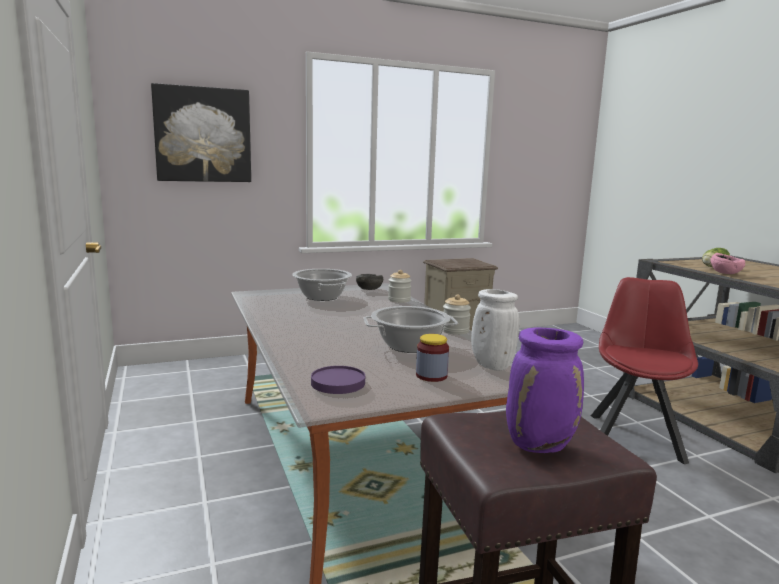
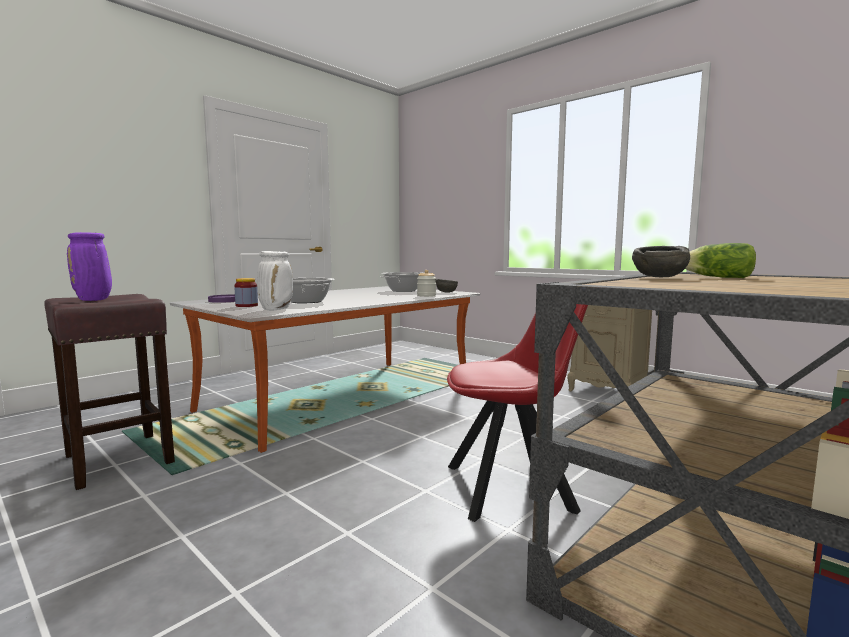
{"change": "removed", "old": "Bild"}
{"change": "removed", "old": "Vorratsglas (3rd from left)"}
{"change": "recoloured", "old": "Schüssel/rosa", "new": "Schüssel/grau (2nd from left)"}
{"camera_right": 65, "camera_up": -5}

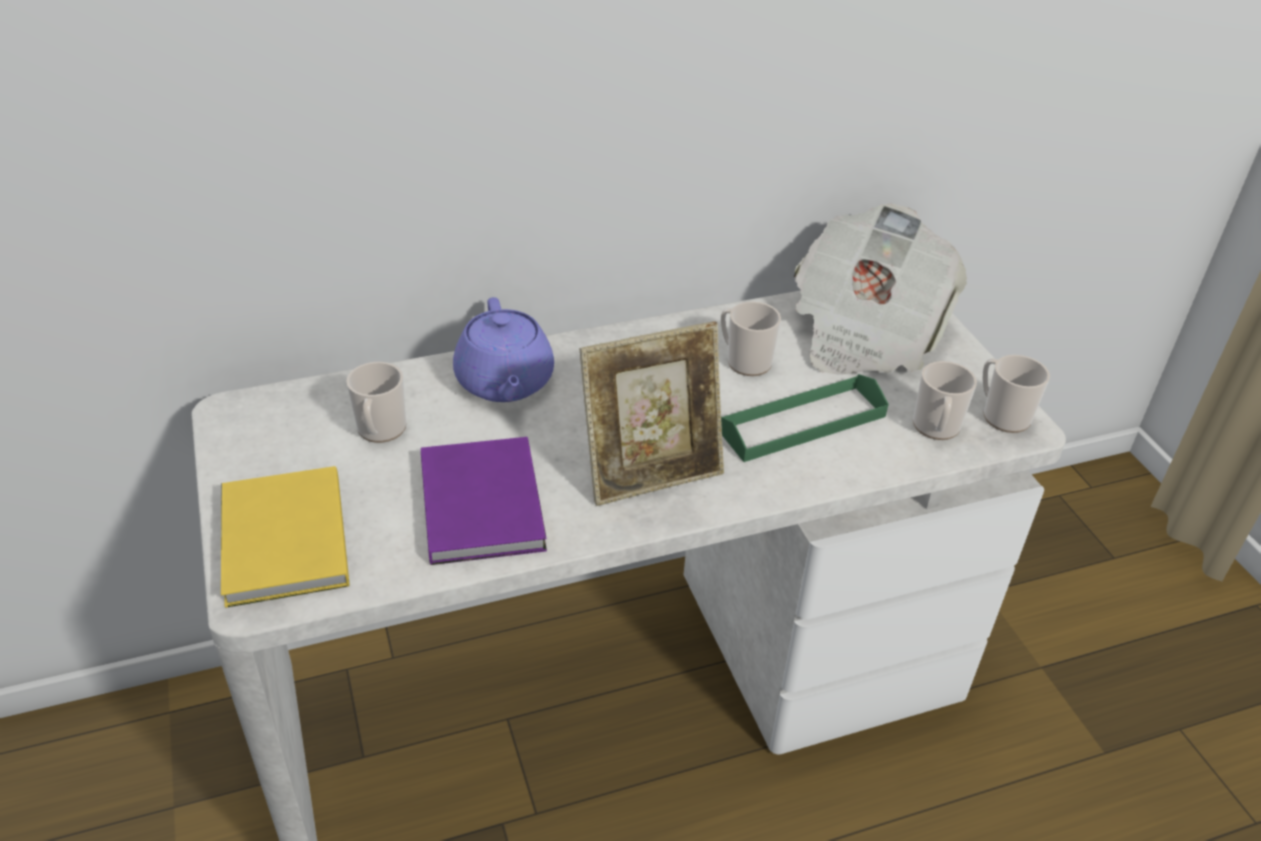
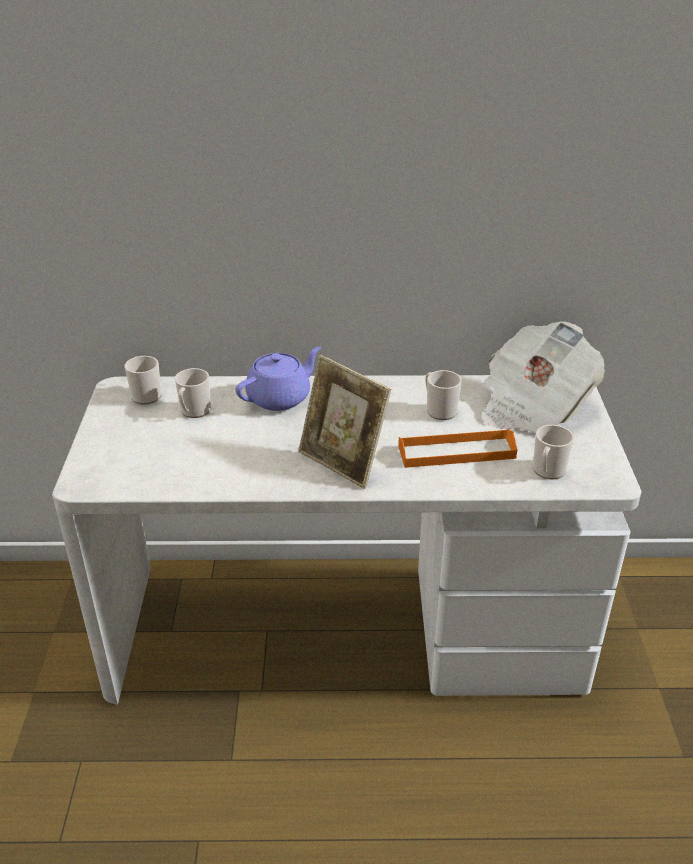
{"change": "removed", "old": "Buch/gelb"}
{"change": "removed", "old": "Buch/lila"}
{"change": "moved", "old": "Henkelbecher (4th from left in the first image)", "new": "Henkelbecher (1st from left)"}
{"change": "recoloured", "old": "Tablett/grün", "new": "Tablett/orange"}
{"change": "turned", "old": "Teekanne/lila", "degrees": -135}
{"change": "turned", "old": "Bilderrahmen", "degrees": 45}
{"camera_right": 20, "camera_up": -5}

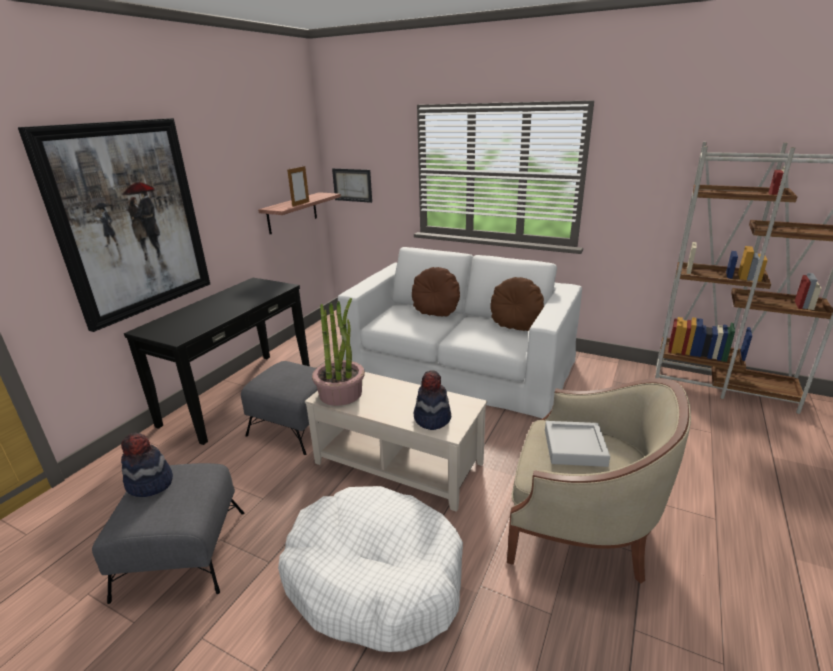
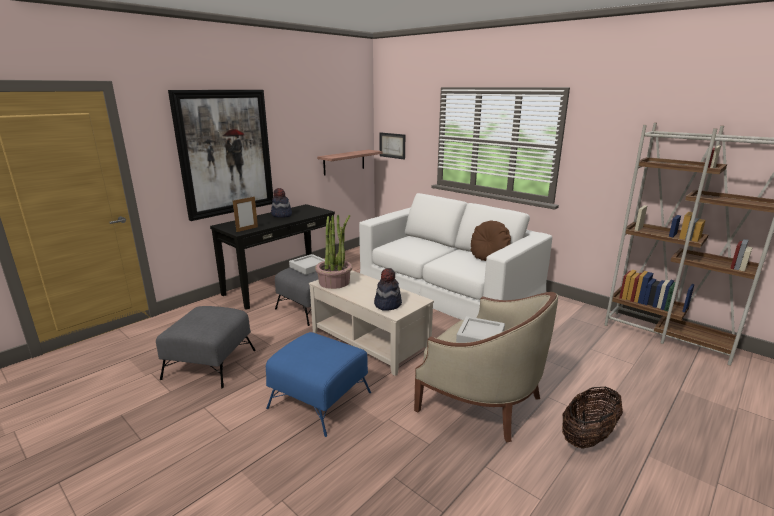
{"change": "removed", "old": "Kissen/braun (1st from left)"}
{"change": "added", "new": "Tablett/grau (1st from left)"}
{"change": "added", "new": "Korb"}
{"change": "moved", "old": "Hut (1st from left)"}
{"change": "moved", "old": "Bilderrahmen"}
{"change": "replaced", "old": "Hundebett/weiß", "new": "Polsterhocker/blau"}
{"camera_right": 15, "camera_up": -5}

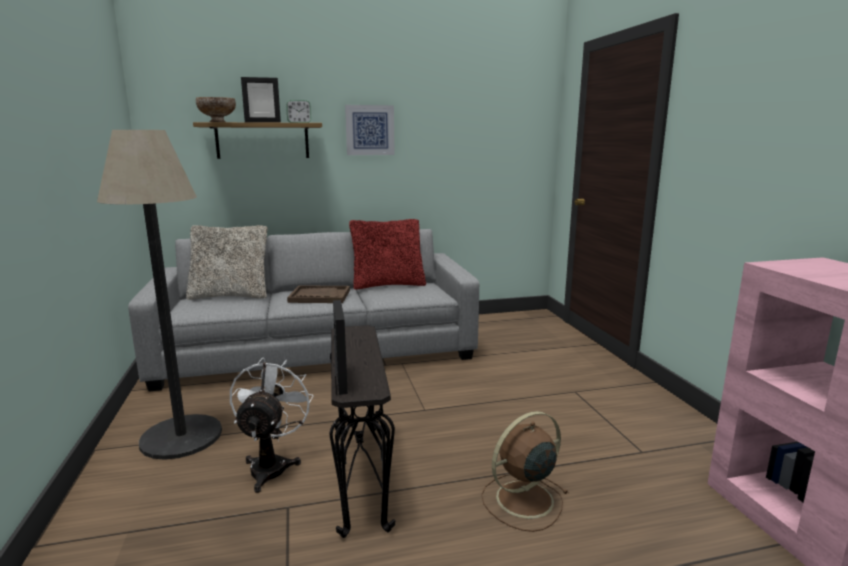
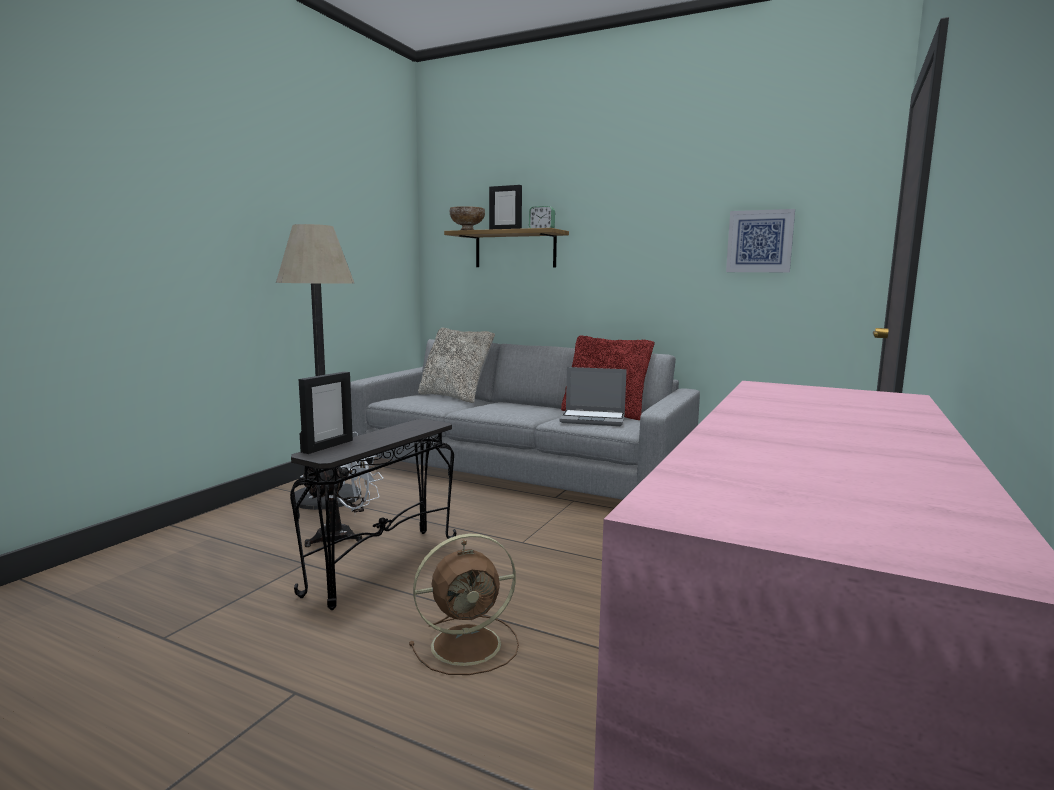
{"change": "removed", "old": "Tablett/braun"}
{"change": "added", "new": "Laptop"}
{"change": "moved", "old": "Bild"}
{"change": "turned", "old": "Ventilator/braun", "degrees": 150}
{"camera_right": 40, "camera_up": -5}

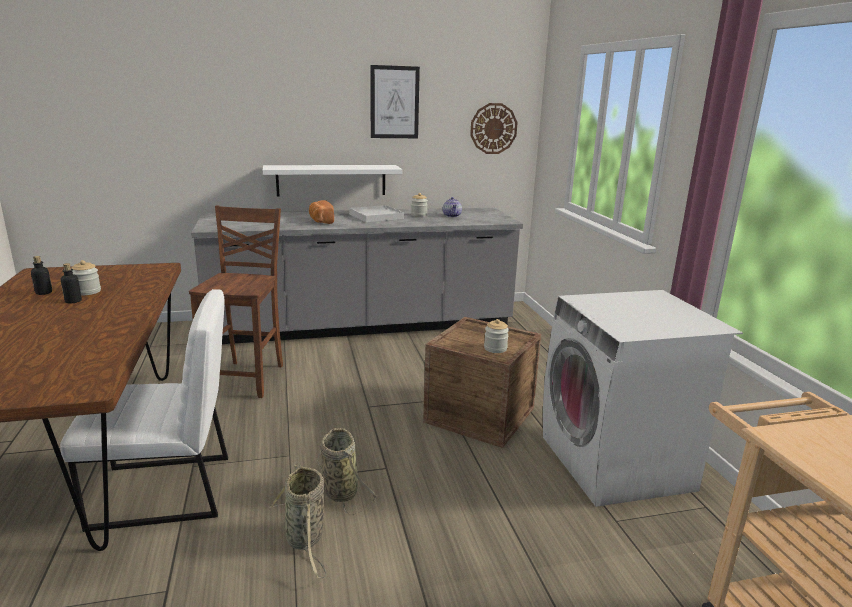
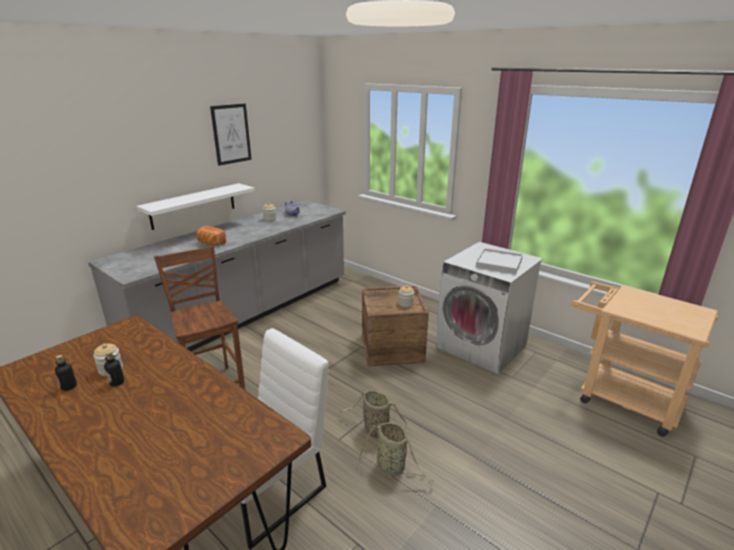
{"change": "removed", "old": "Wanduhr"}
{"change": "moved", "old": "Tablett/weiß"}
{"camera_right": -35, "camera_up": 5}

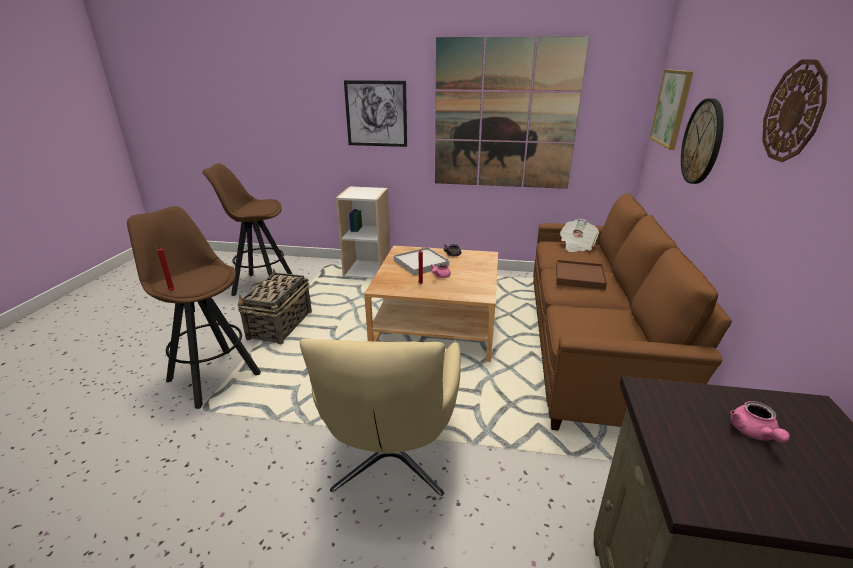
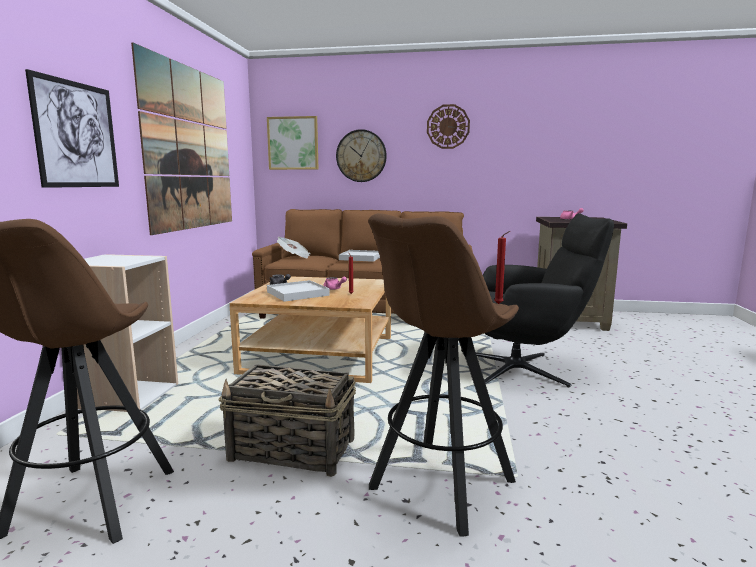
{"change": "recoloured", "old": "Sessel/beige", "new": "Sessel/schwarz"}
{"change": "recoloured", "old": "Tablett/braun", "new": "Tablett/weiß (2nd from left)"}
{"camera_right": -90, "camera_up": -15}

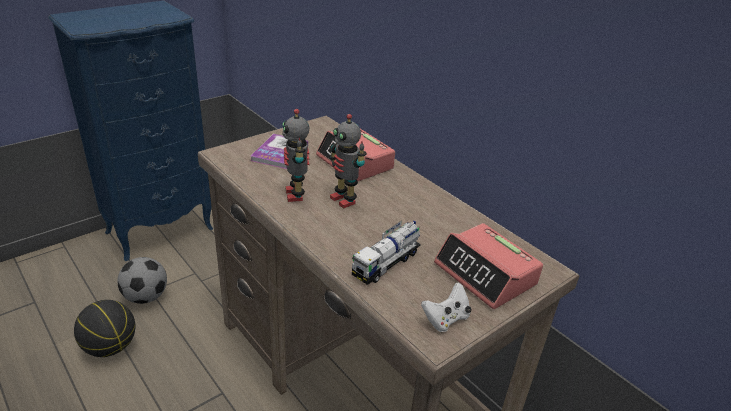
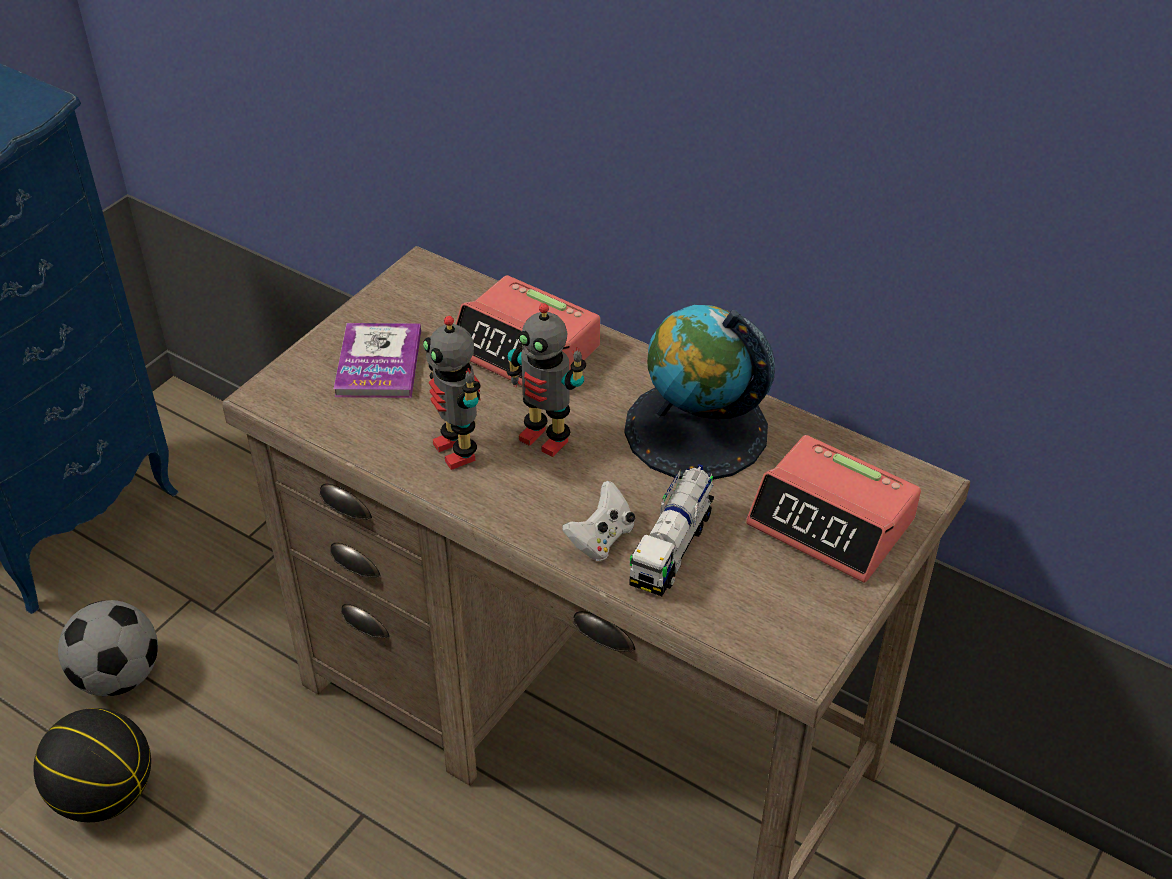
{"change": "added", "new": "Globus"}
{"change": "moved", "old": "Gamepad/weiß"}
{"camera_right": -15, "camera_up": 10}

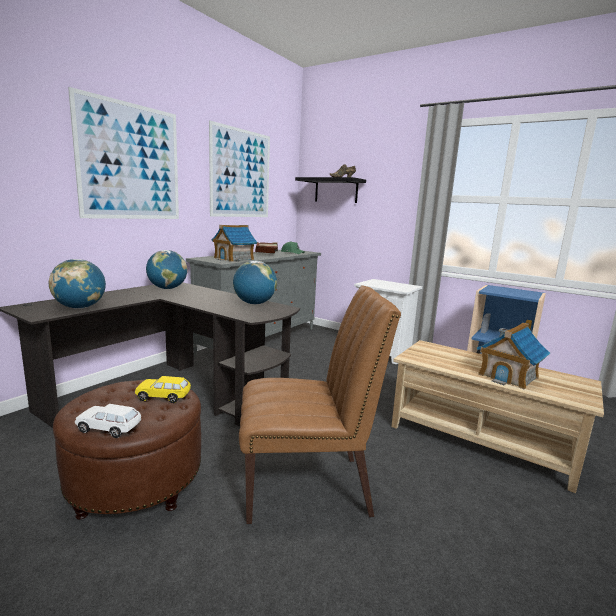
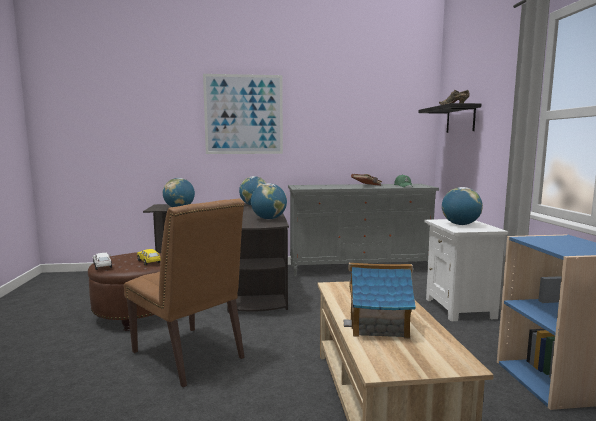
{"change": "removed", "old": "Bild (2nd from left)"}
{"change": "removed", "old": "Spielzeughaus (1st from left)"}
{"change": "added", "new": "Globus (4th from left)"}
{"camera_right": 50, "camera_up": -5}

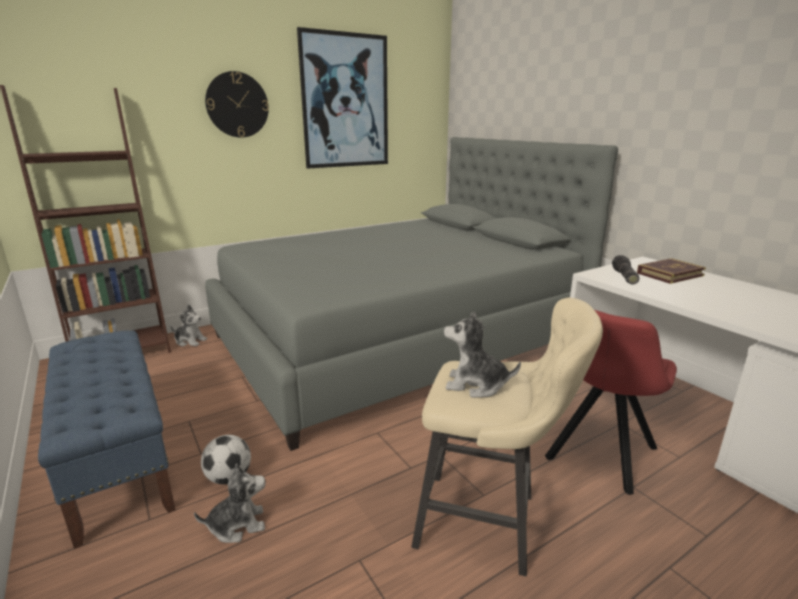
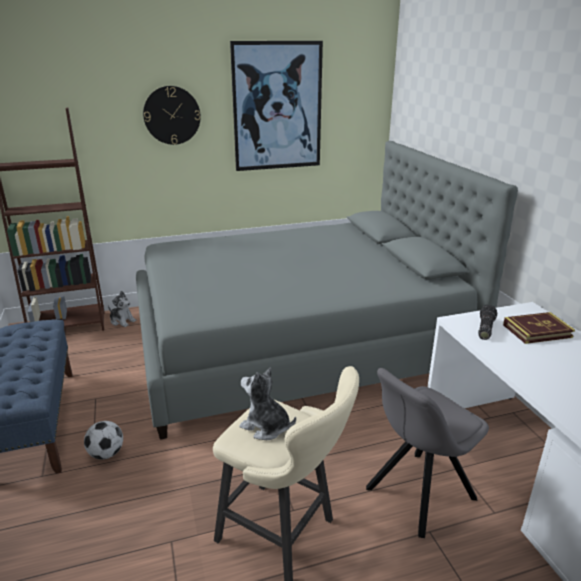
{"change": "removed", "old": "Plüschtier (2nd from left)"}
{"change": "recoloured", "old": "Stuhl/rot", "new": "Stuhl/grau"}
{"camera_right": 15, "camera_up": 5}

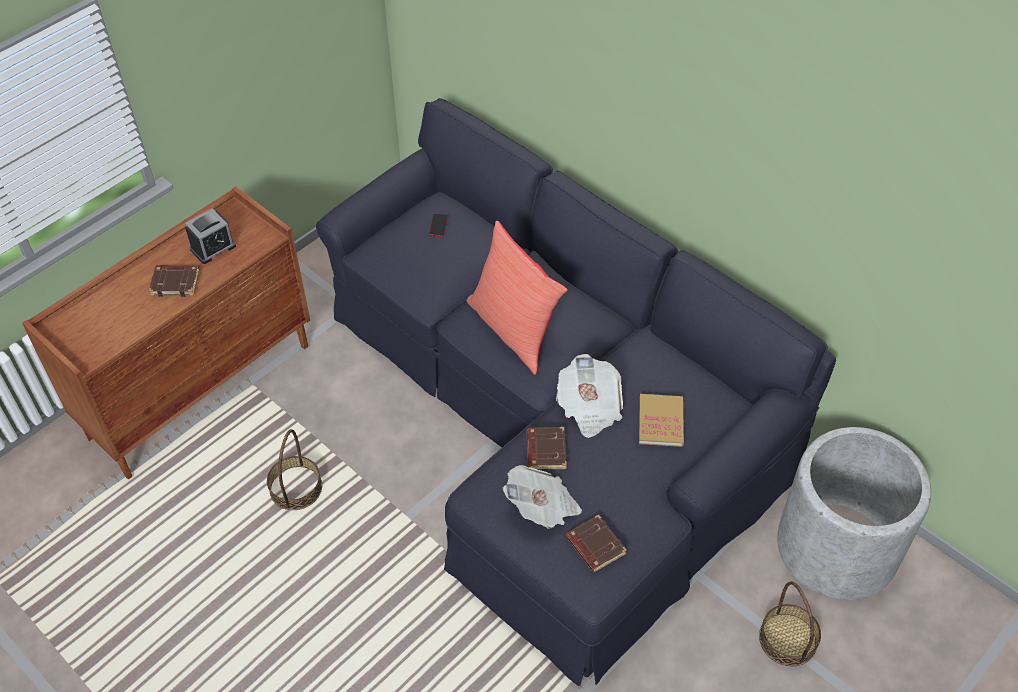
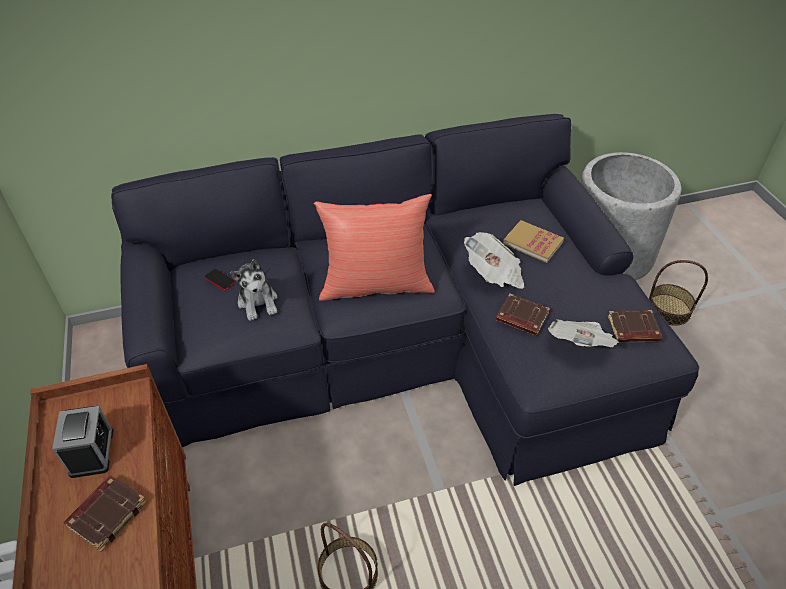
{"change": "added", "new": "Plüschtier"}
{"camera_right": -60, "camera_up": -5}

